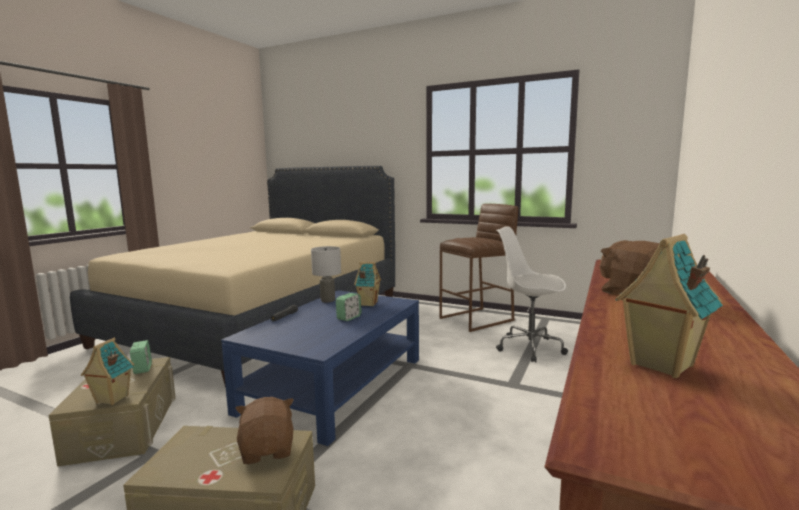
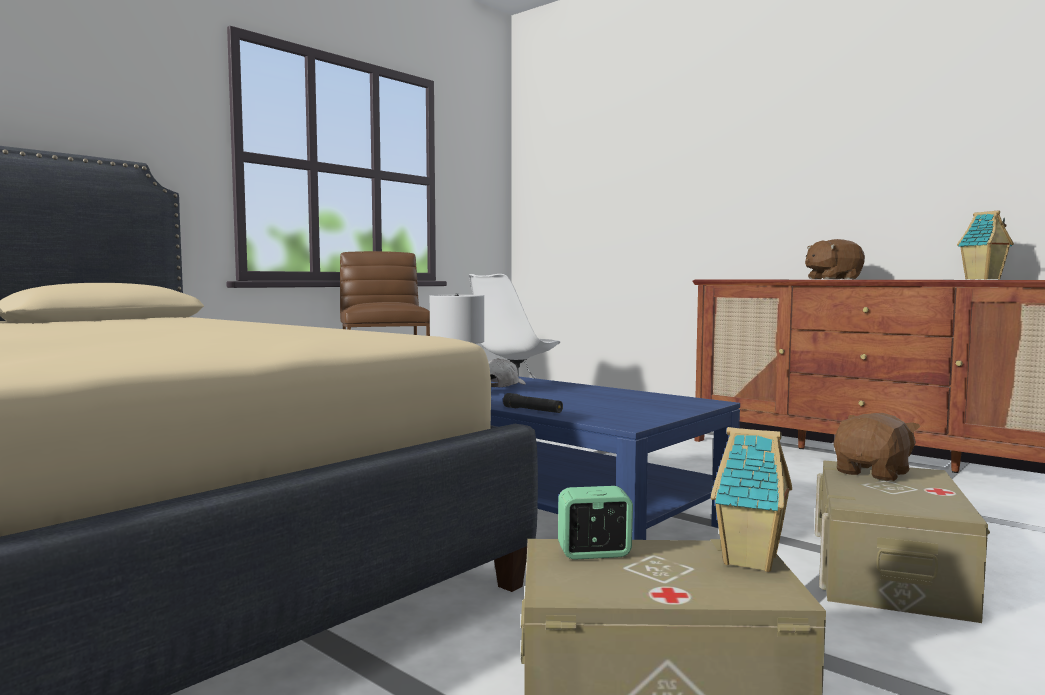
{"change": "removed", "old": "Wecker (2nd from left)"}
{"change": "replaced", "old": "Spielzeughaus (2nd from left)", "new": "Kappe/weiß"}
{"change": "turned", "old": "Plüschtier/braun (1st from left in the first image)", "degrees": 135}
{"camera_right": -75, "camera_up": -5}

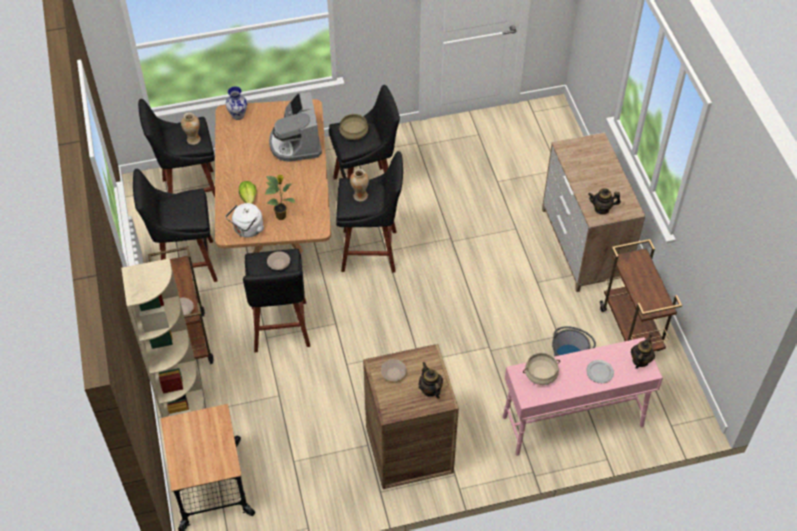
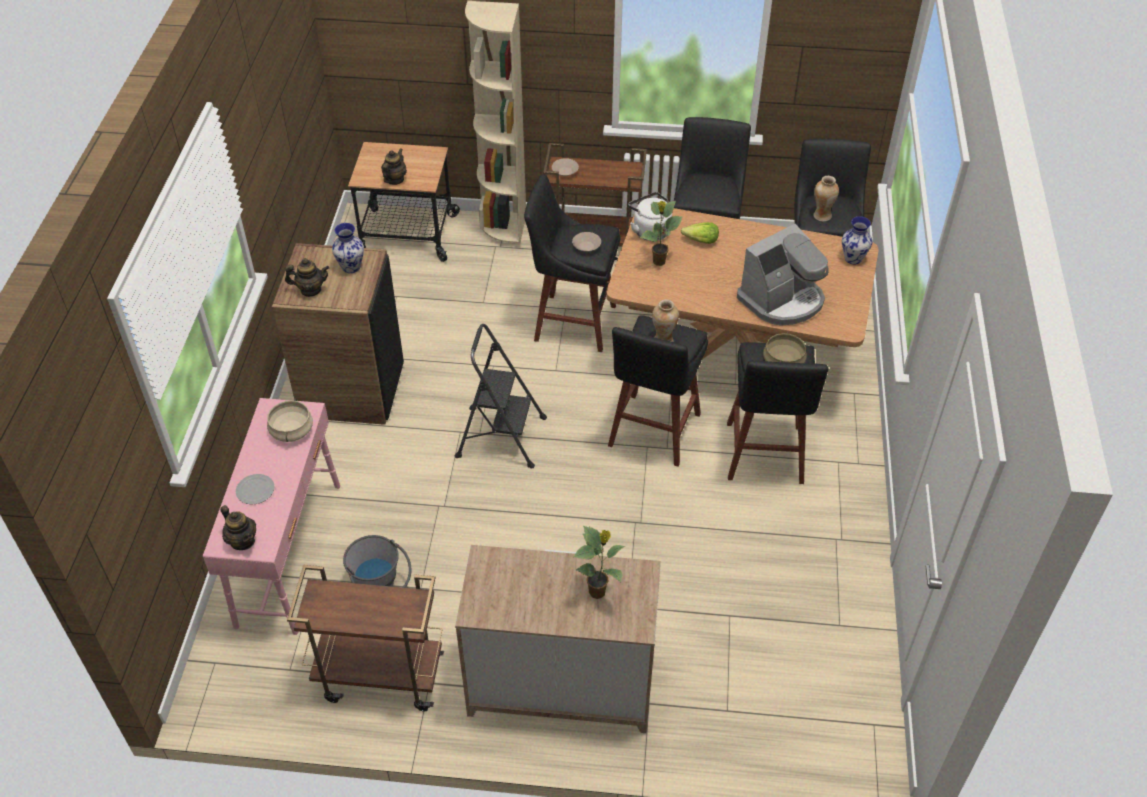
{"change": "added", "new": "Trittleiter/schwarz"}
{"change": "added", "new": "Topfpflanze (1st from left)"}
{"change": "moved", "old": "Teekanne (2nd from left in the first image)", "new": "Teekanne (3rd from left)"}
{"change": "replaced", "old": "Schüssel/beige (3rd from left)", "new": "Vase (1st from left)"}
{"change": "turned", "old": "Kaffeemaschine", "degrees": 135}
{"camera_right": 110, "camera_up": -5}

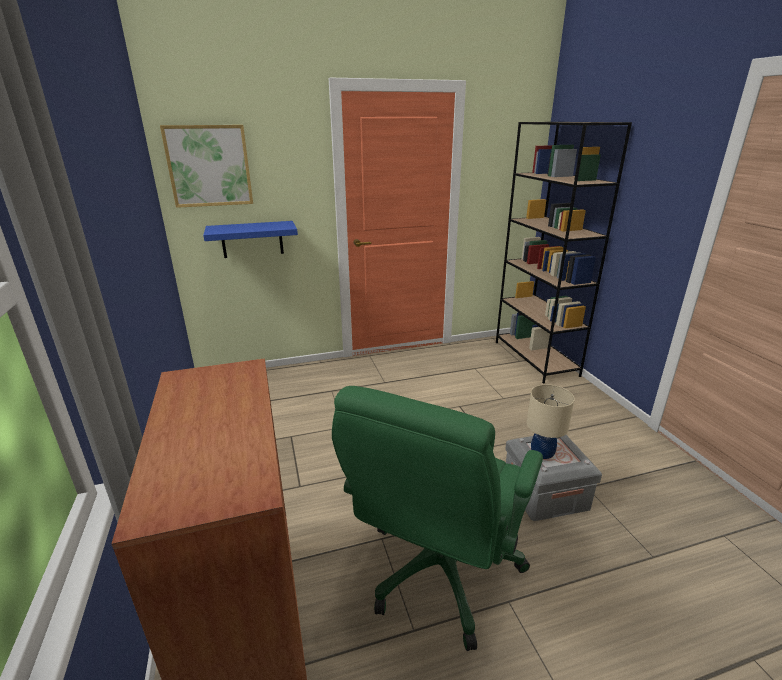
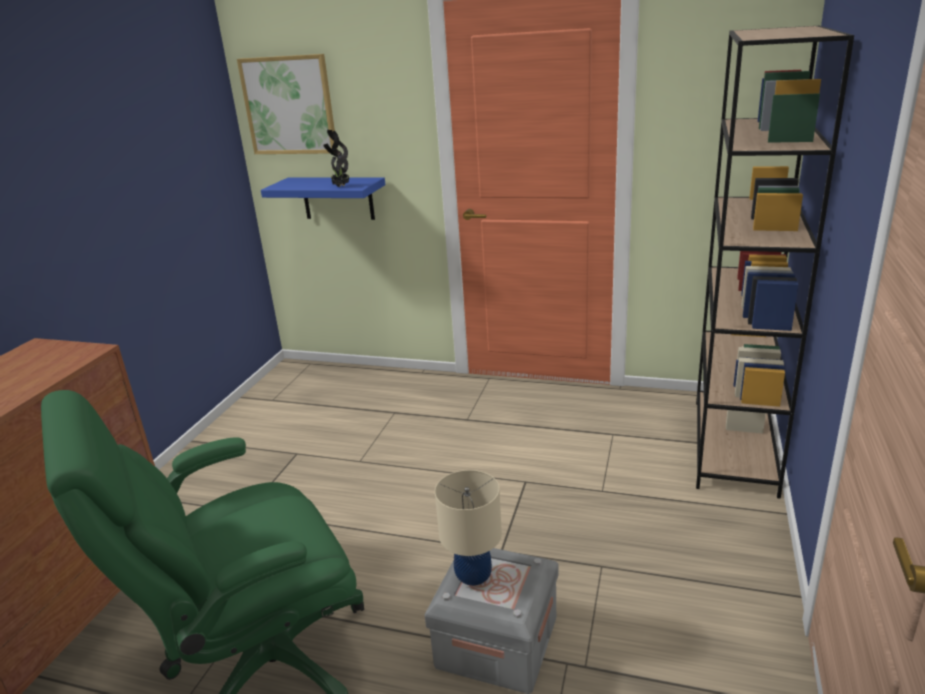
{"change": "added", "new": "Topfpflanze"}
{"camera_right": 35, "camera_up": 0}

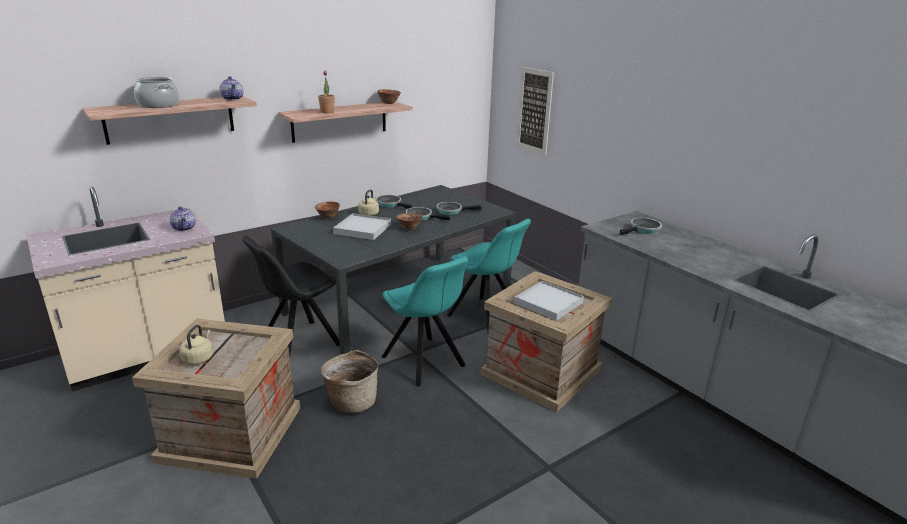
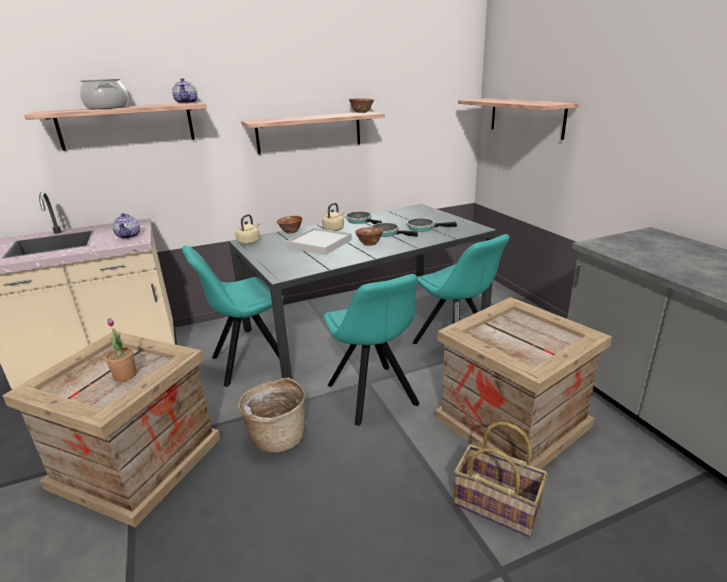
{"change": "removed", "old": "Tablett/weiß (2nd from left)"}
{"change": "removed", "old": "Pfanne (4th from left)"}
{"change": "added", "new": "Korb (2nd from left)"}
{"change": "moved", "old": "Wasserkessel/beige (1st from left)"}
{"change": "moved", "old": "Topfpflanze"}
{"change": "replaced", "old": "Bild", "new": "Wandregal (3rd from left)"}
{"change": "recoloured", "old": "Stuhl/schwarz", "new": "Stuhl/türkis (1st from left)"}
{"camera_right": 15, "camera_up": 0}

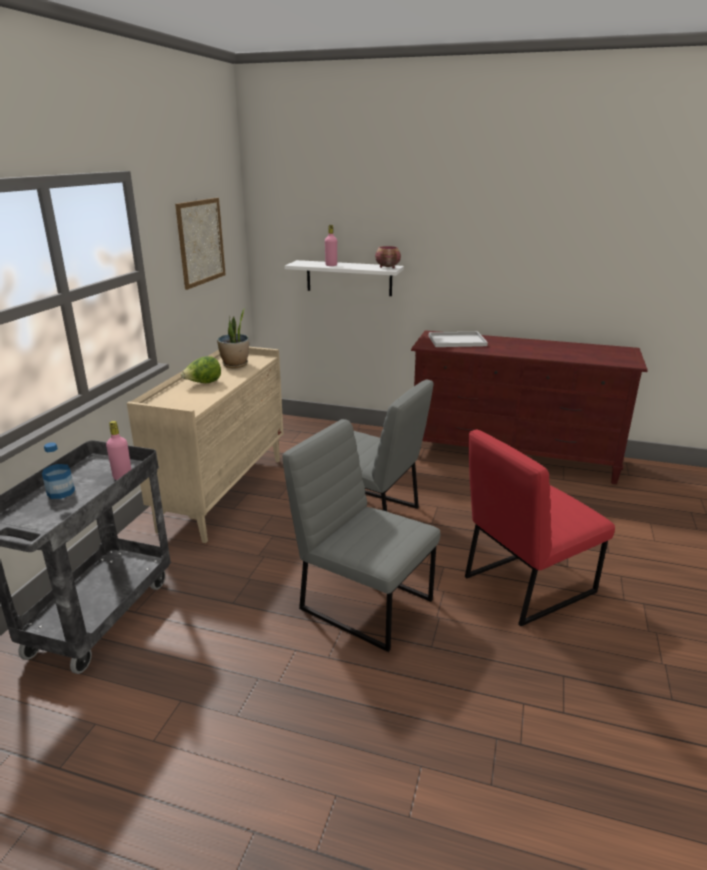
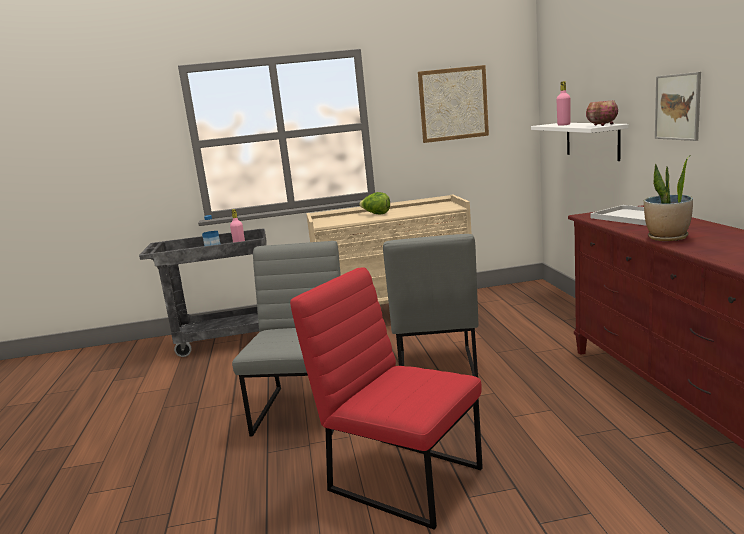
{"change": "added", "new": "Bild (2nd from left)"}
{"change": "moved", "old": "Topfpflanze"}
{"camera_right": 65, "camera_up": -10}

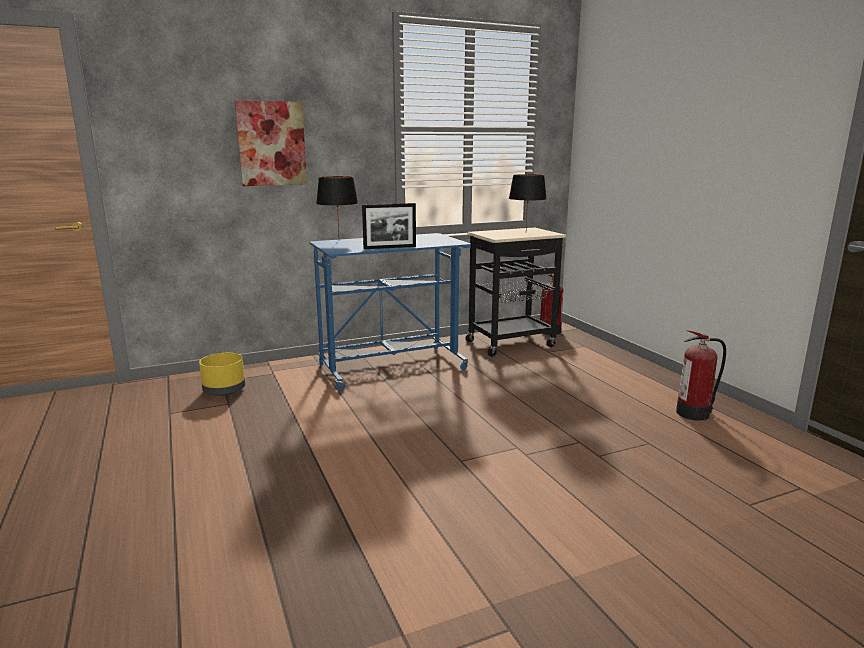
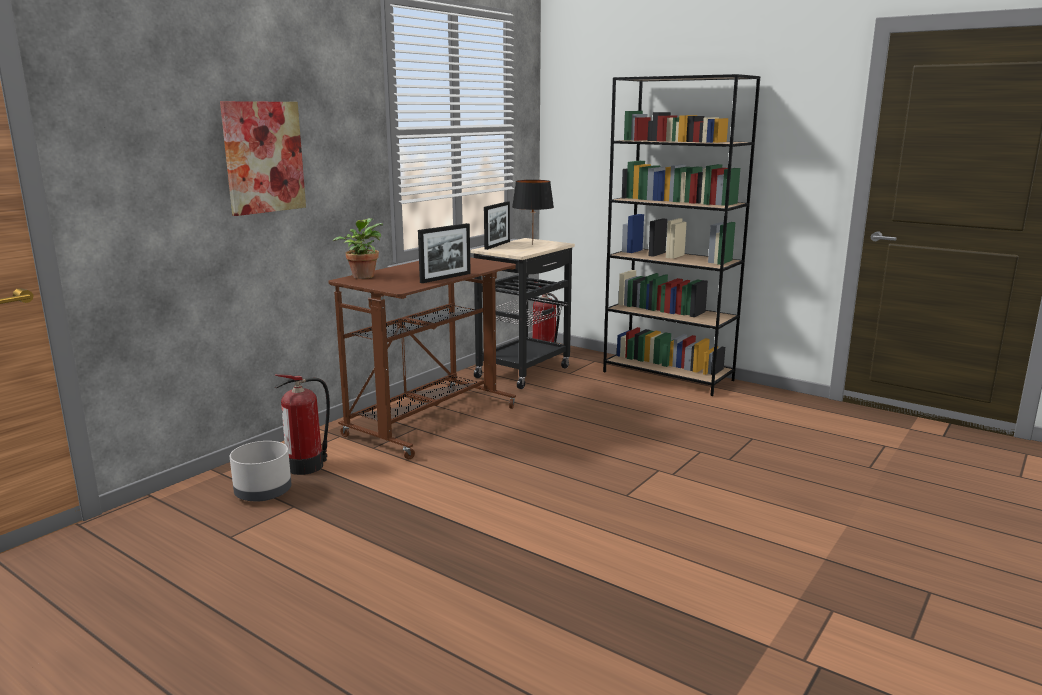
{"change": "added", "new": "Bilderrahmen (2nd from left)"}
{"change": "added", "new": "Bücherregal/beige"}
{"change": "moved", "old": "Feuerlöscher (2nd from left in the first image)", "new": "Feuerlöscher (1st from left)"}
{"change": "replaced", "old": "Tischlampe/schwarz (1st from left)", "new": "Topfpflanze"}
{"change": "recoloured", "old": "Pflanzkübel/gelb", "new": "Pflanzkübel/grau"}
{"change": "recoloured", "old": "Schreibtisch/blau", "new": "Schreibtisch/braun"}
{"camera_right": -30, "camera_up": 0}

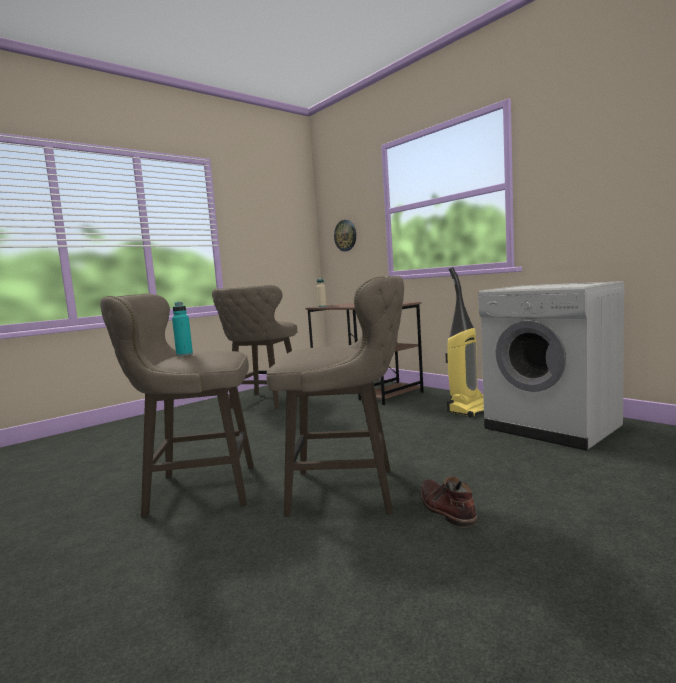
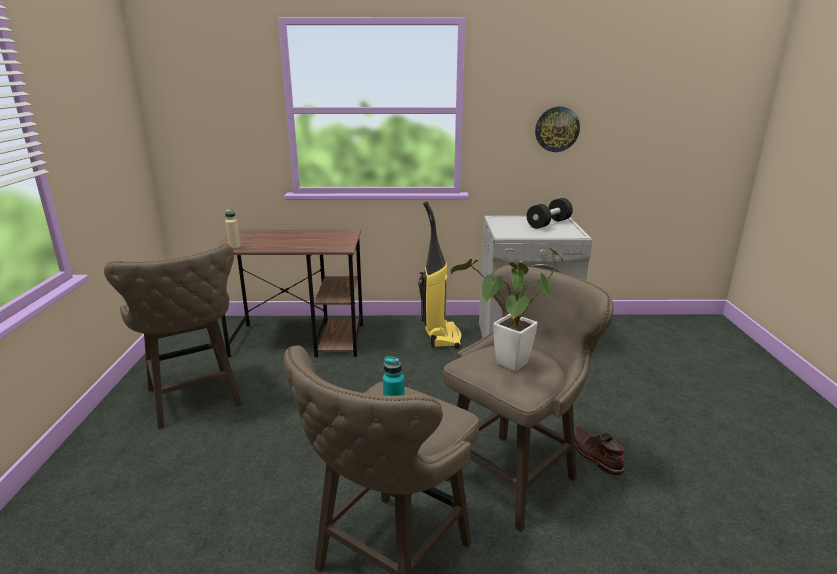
{"change": "added", "new": "Topfpflanze"}
{"change": "added", "new": "Hantel/schwarz"}
{"change": "moved", "old": "Wanduhr"}
{"change": "turned", "old": "Stiefel/braun", "degrees": 45}
{"camera_right": -50, "camera_up": 15}

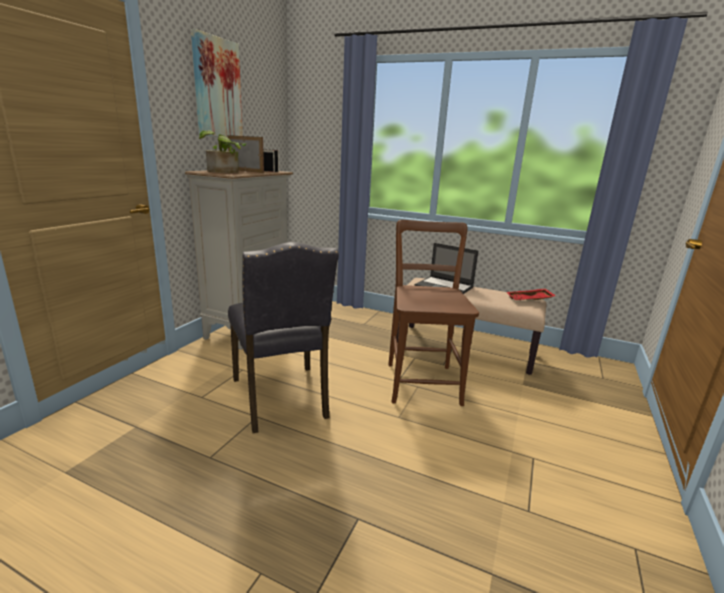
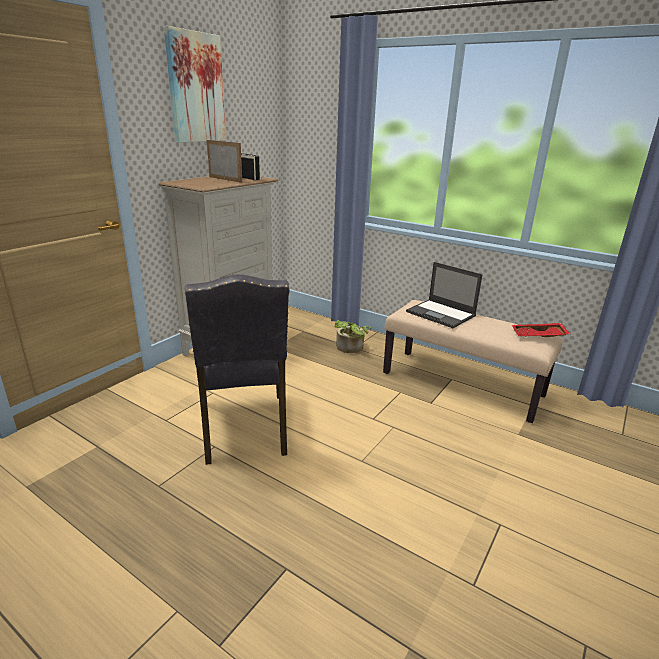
{"change": "removed", "old": "Stuhl/braun"}
{"change": "moved", "old": "Topfpflanze"}
{"camera_right": 10, "camera_up": 5}

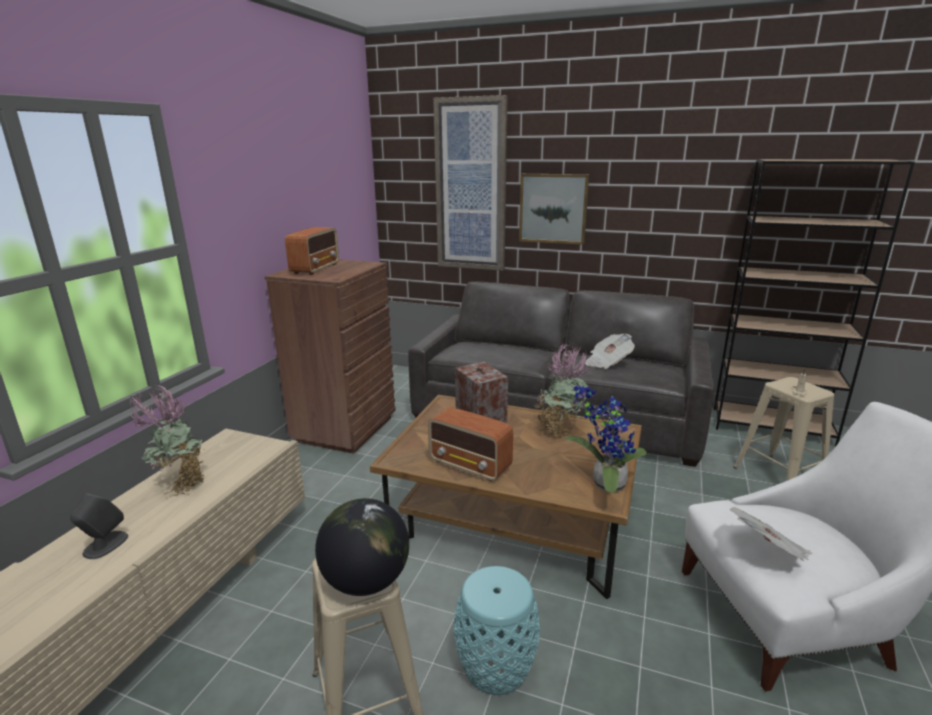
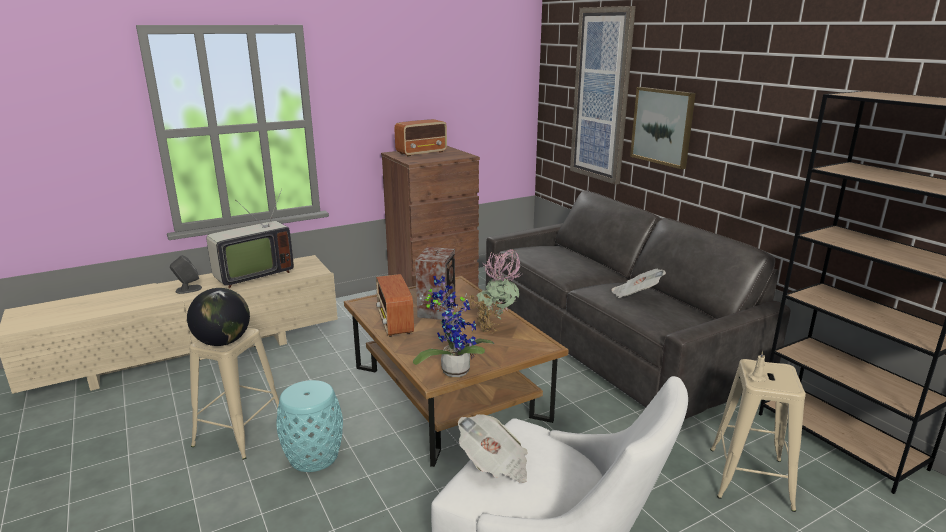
{"change": "replaced", "old": "Topfpflanze (1st from left)", "new": "Fernseher"}
{"camera_right": 40, "camera_up": 0}

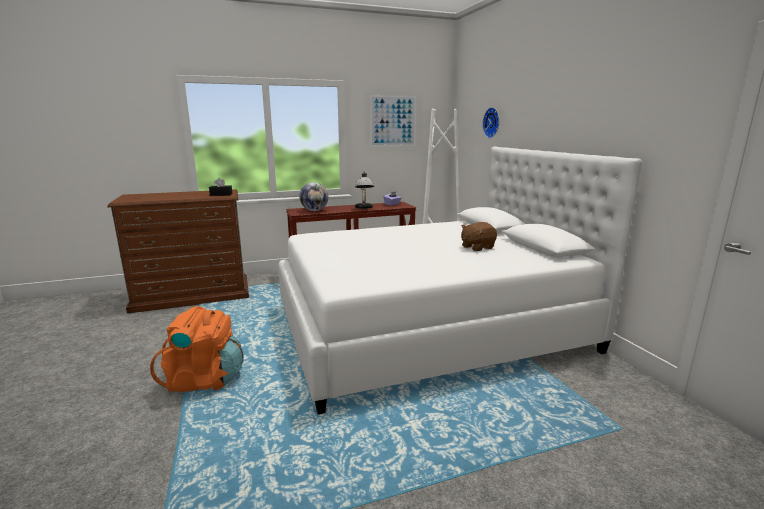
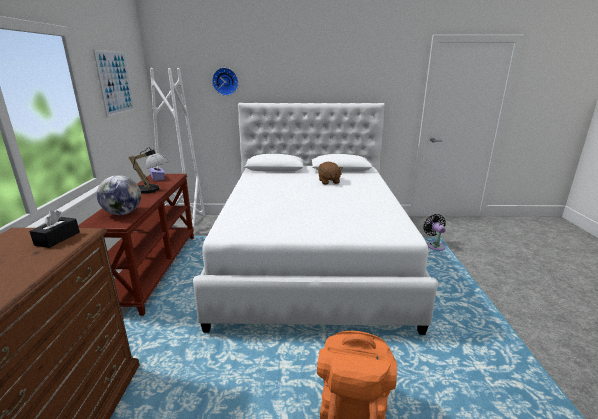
{"change": "added", "new": "Ventilator/schwarz"}
{"camera_right": -70, "camera_up": 5}

